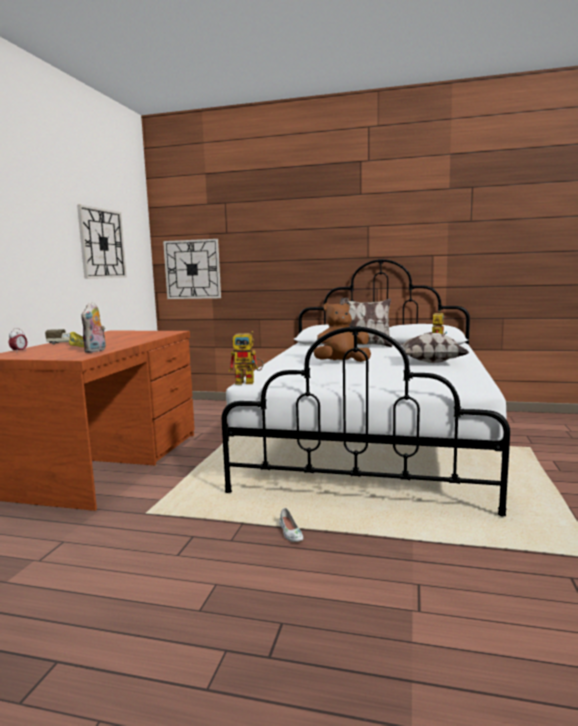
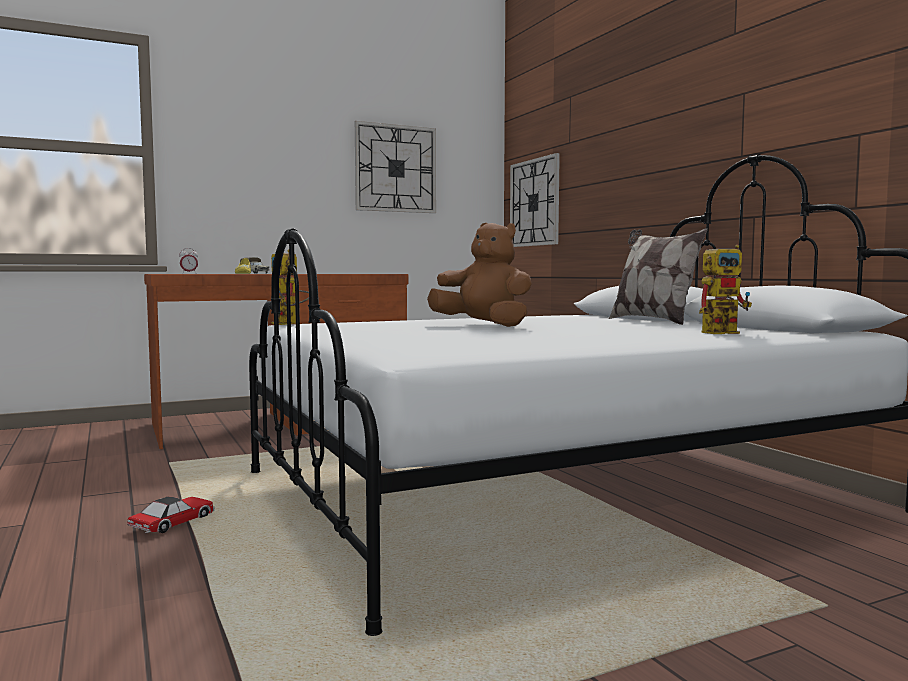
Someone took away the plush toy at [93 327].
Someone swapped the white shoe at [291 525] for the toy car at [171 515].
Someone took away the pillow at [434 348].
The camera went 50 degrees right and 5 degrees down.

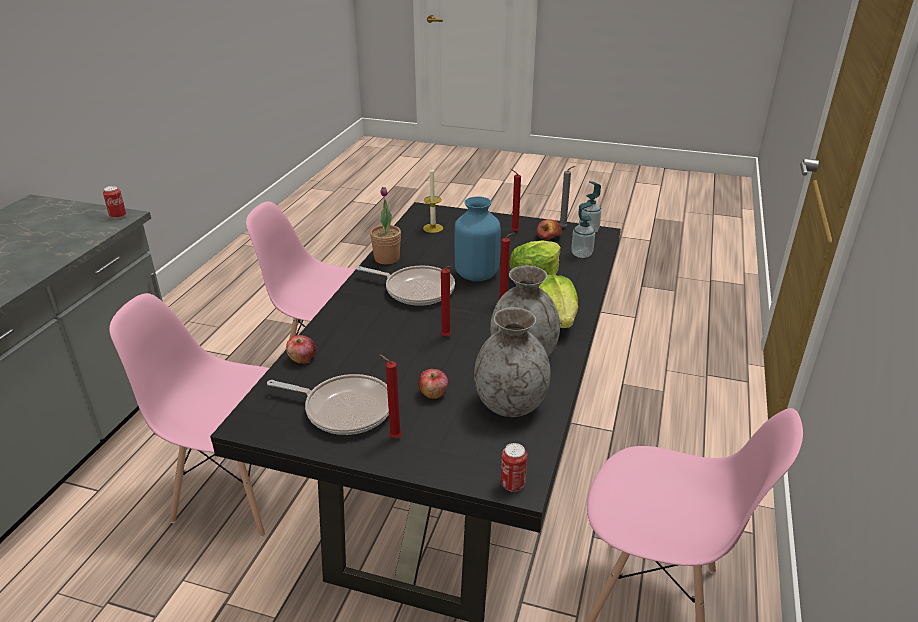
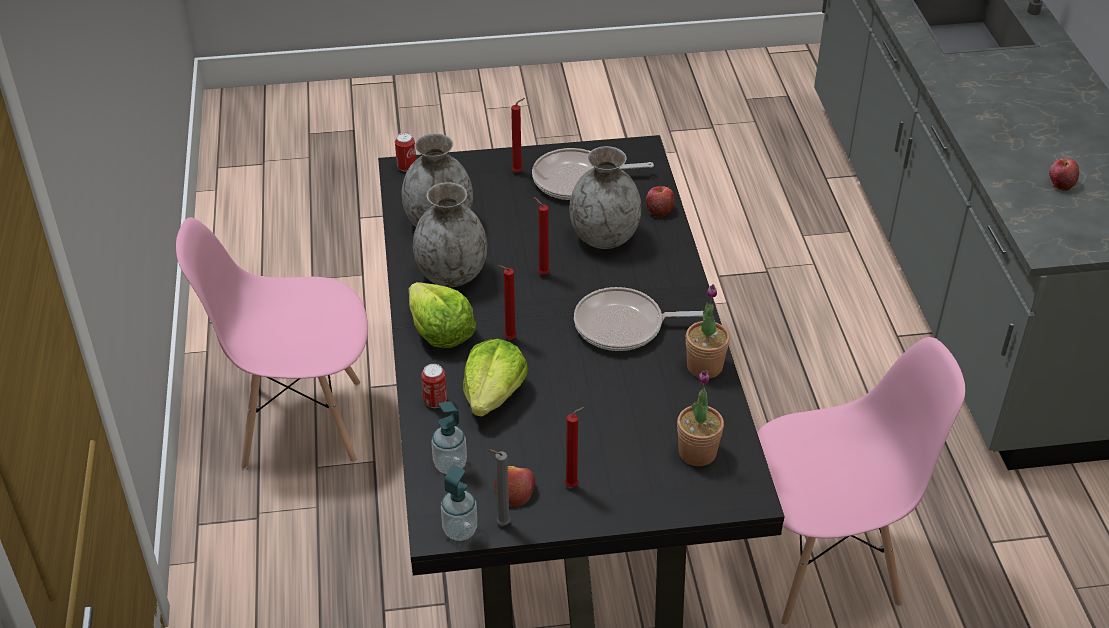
Someone carried the can from [114 202] to [434 386].
Someone took away the pink chair at [189 415].
Someone carried the apple from [433 384] to [1064 175].
Someone swapped the candle at [433 200] for the potted plant at [700 418].
Someone took away the blue vase at [478 239].
Someone put down the grey vase at [605 197].
The camera went 155 degrees right and 10 degrees up.

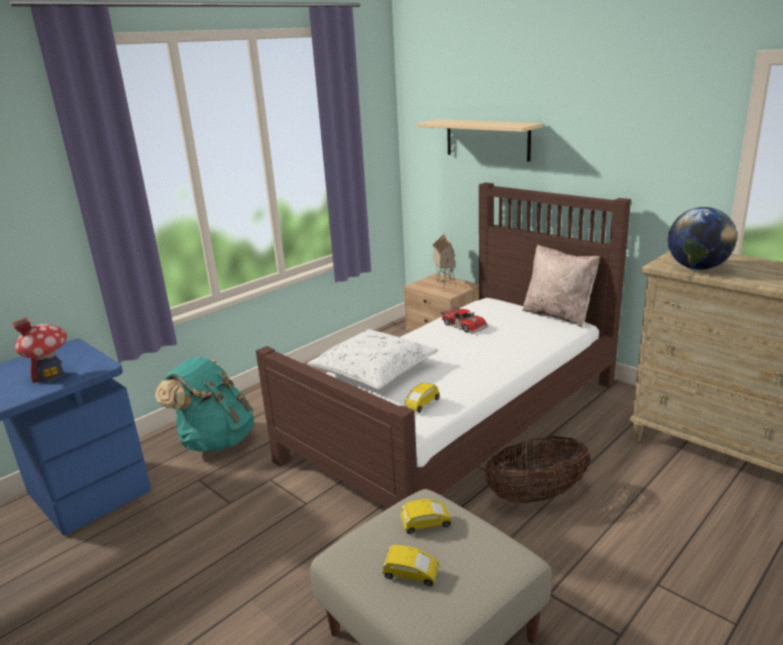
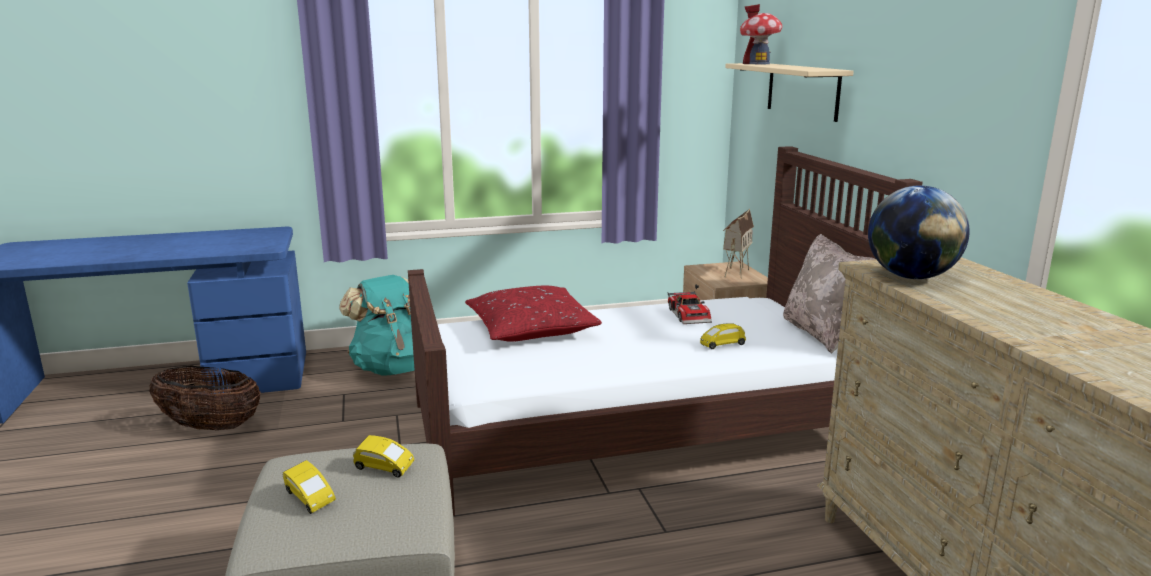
Someone carried the toy house from [39 350] to [761 34].
Someone repainted the white pillow at [372 359], which became the red pillow at [533 314].
Someone carried the yellow toy car from [422 398] to [723 336].
Someone carried the basket from [537 469] to [205 398].
The camera went 30 degrees right and 5 degrees down.

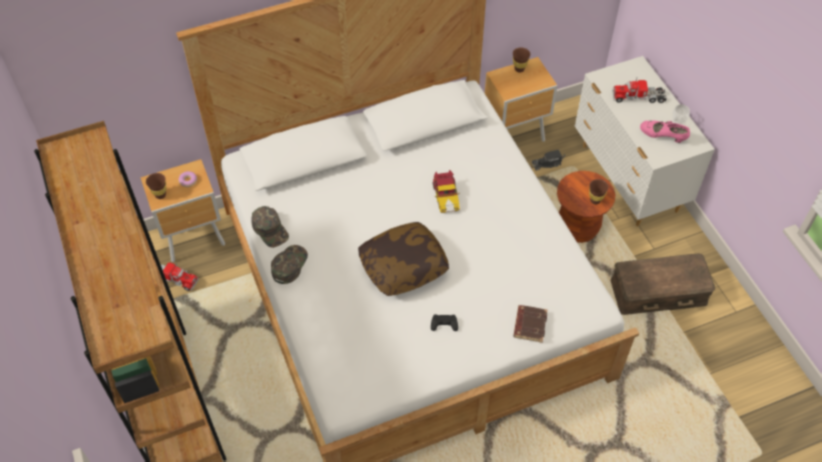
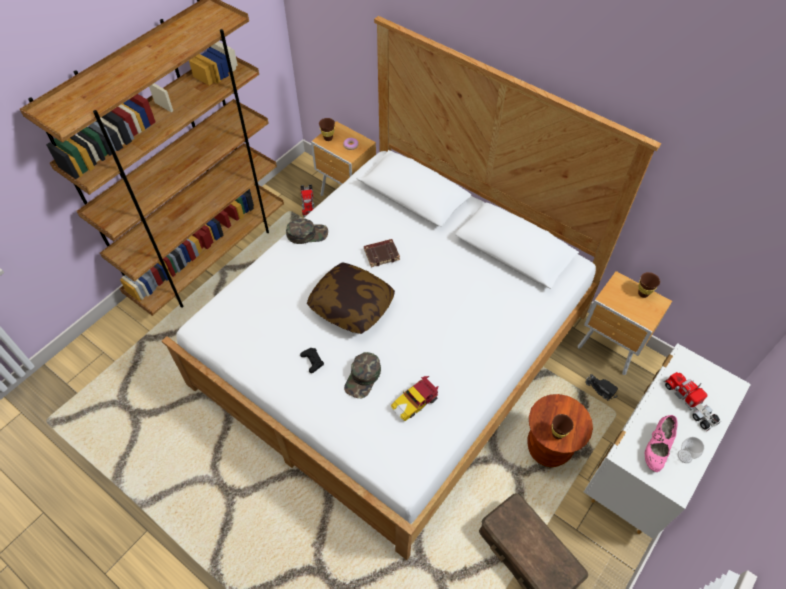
Someone carried the green cap from [270 227] to [362 375].
Someone carried the toy car from [446 191] to [415 398].
Someone carried the brown book from [530 324] to [382 253].
Someone rotated the pink shoe at [665 131] by 150 degrees counterclockwise.
The camera went 60 degrees right and 0 degrees up.

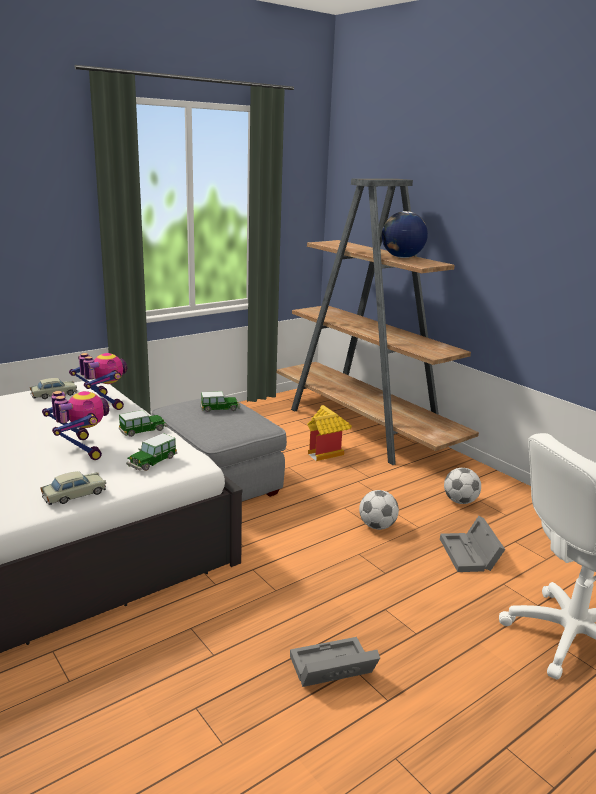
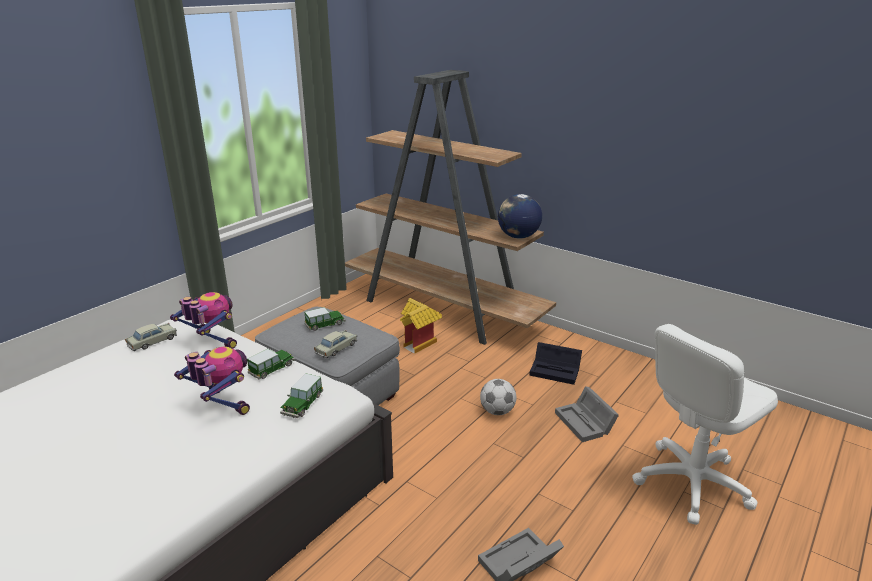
Someone carried the beige toy car from [73 488] to [335 344].
Someone carried the globe from [405 234] to [520 216].
Someone swapped the football at [462 486] for the black storage box at [555 363].
The camera went 15 degrees left and 5 degrees up.

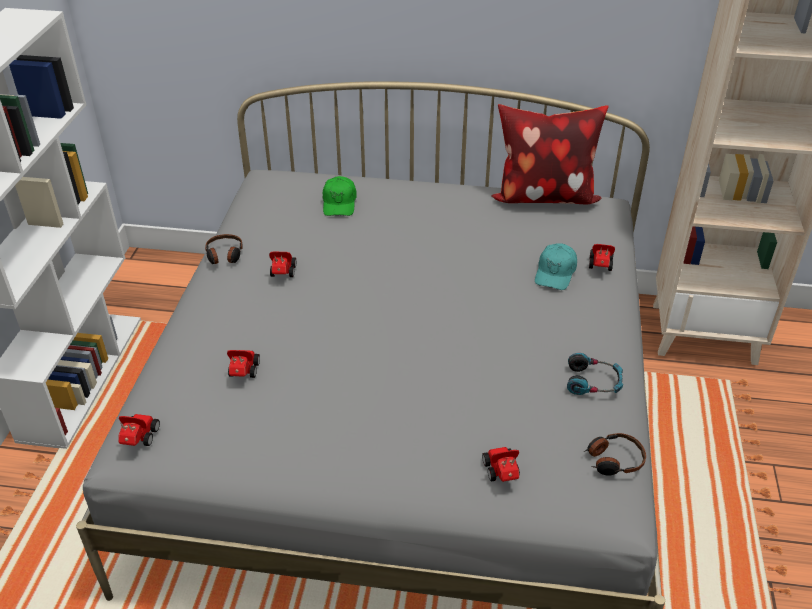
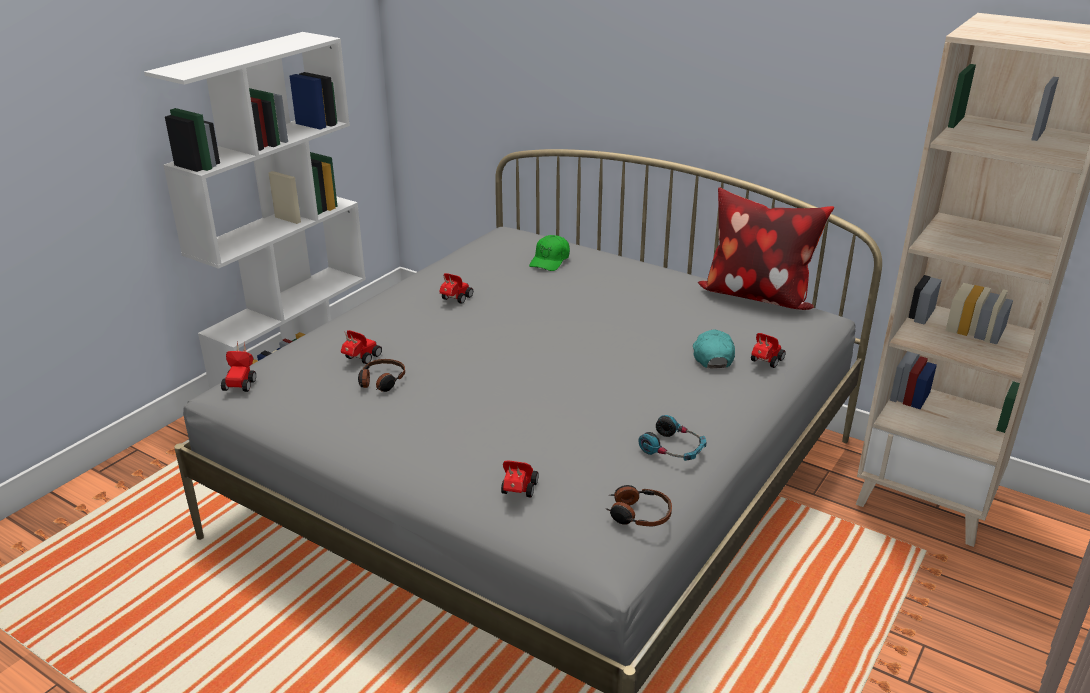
Someone rotated the toy car at [139 430] by 150 degrees clockwise.
Someone carried the headphones from [224 249] to [381 375].
Someone rotated the turquoise cap at [556 266] by 135 degrees clockwise.
The camera went 25 degrees right and 10 degrees down.

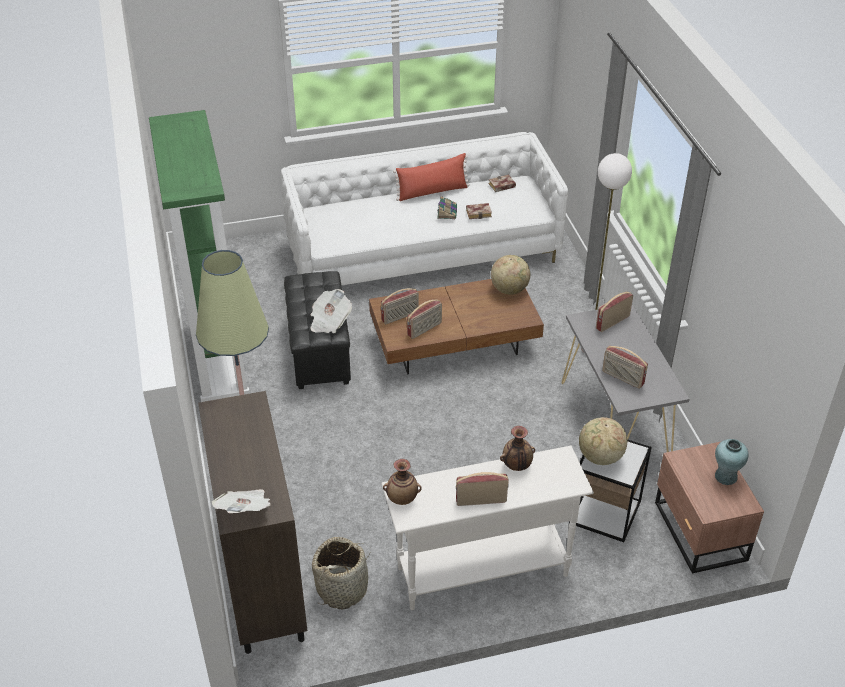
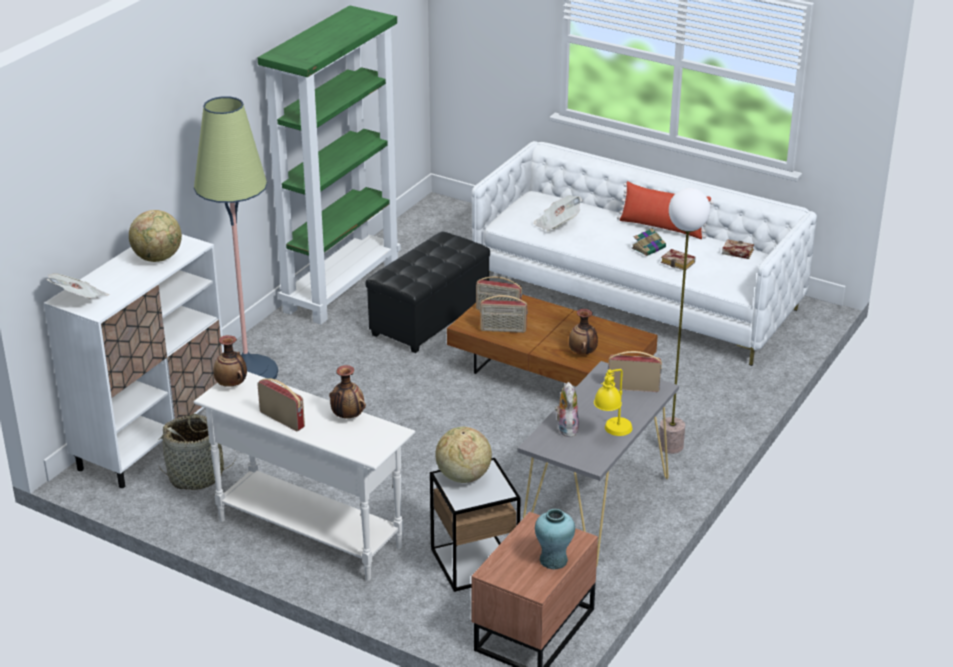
Someone repainted the brown cabinet at [252 522], which became the white cabinet at [134 361].
Someone carried the newspaper from [331 311] to [558 213].
Someone carried the globe from [510 275] to [155 236].
Someone swapped the radio at [625 367] for the plush toy at [567 409].
Someone put down the vase at [583 331].
Someone put down the yellow table lamp at [613 402].
The camera went 45 degrees right and 10 degrees down.

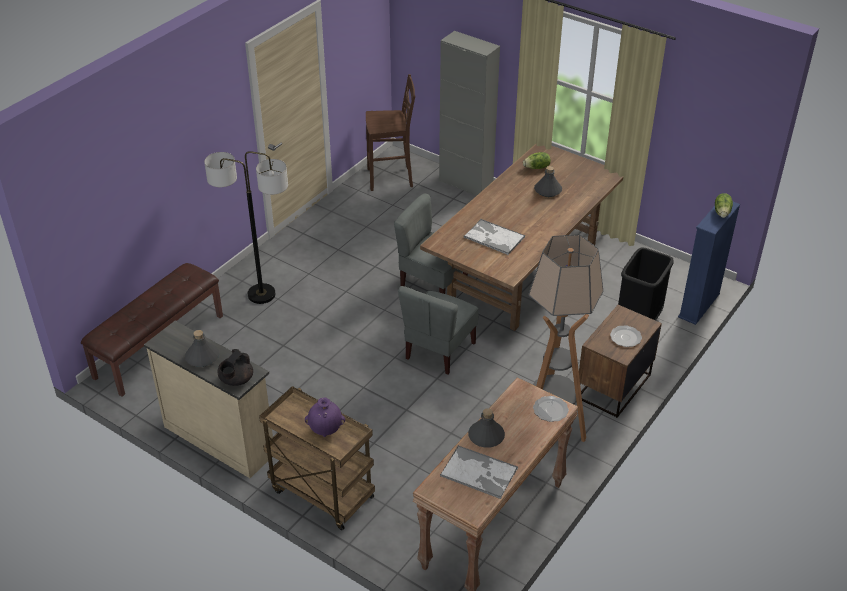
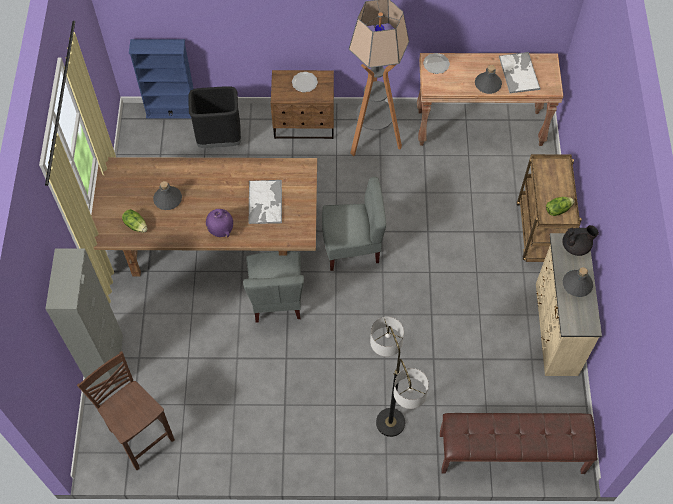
Someone carried the purple vase from [325 417] to [219 223].
Someone carried the lettuce from [724 205] to [560 206].
The camera went 125 degrees left and 20 degrees up.

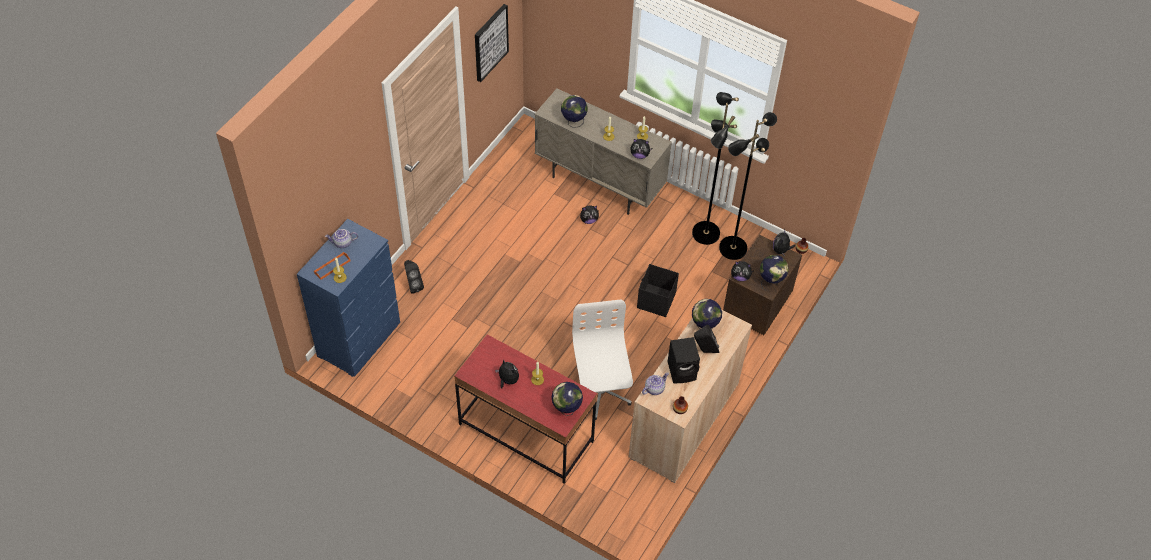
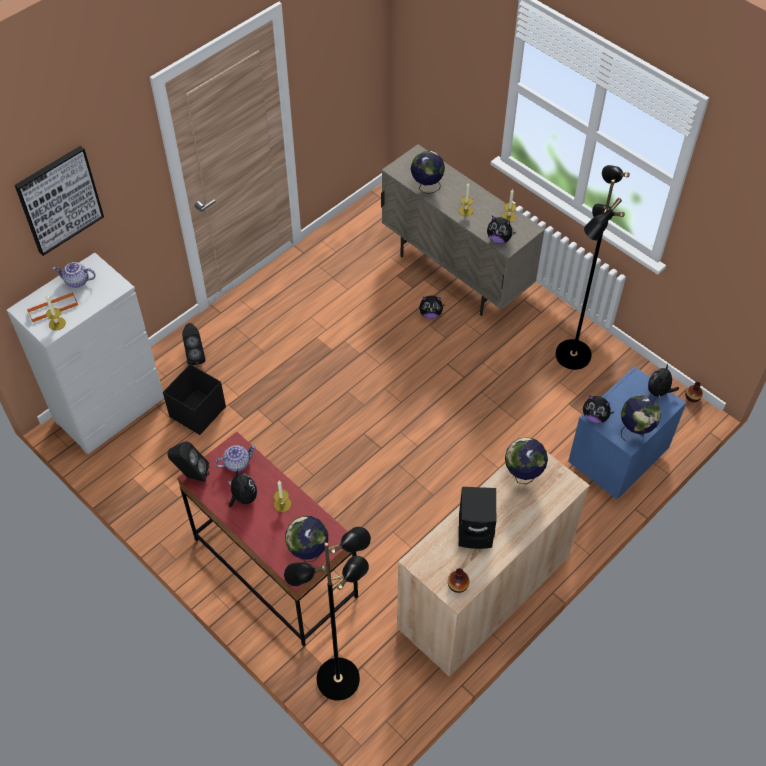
Someone repainted the blue dresser at [348 298], which became the white dresser at [85 353].
Someone carried the picture from [492 43] to [59 201].
Someone took away the white office chair at [602 360].
Someone carried the black storage box from [658 290] to [194 399].
Someone carried the teapot from [655 383] to [235 458].
Someone carried the black speaker from [706 339] to [188 461].
Someone carried the black floor lamp from [748 186] to [327 614].
Someone repainted the brown nightstand at [762 285], which became the blue nightstand at [627 432].
The camera went 15 degrees right and 0 degrees up.

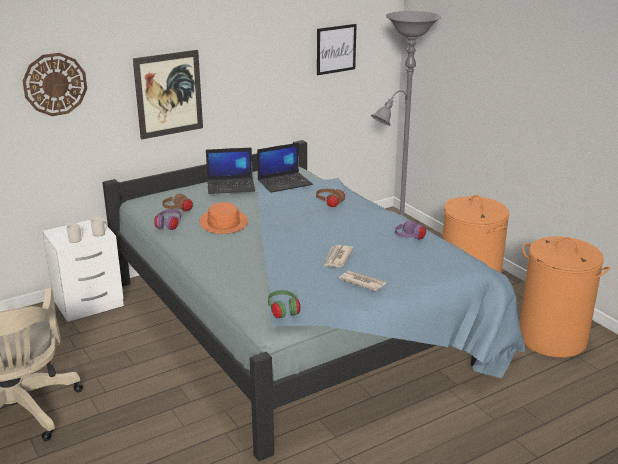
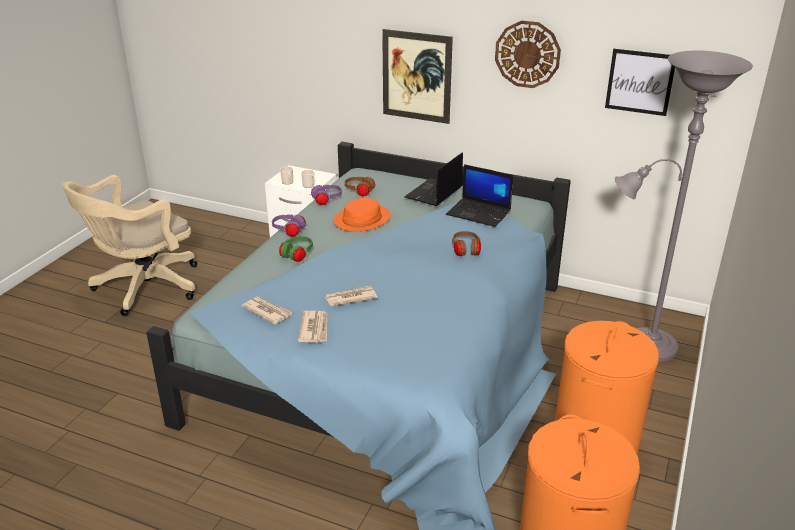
Someone carried the wall clock from [55 84] to [528 54].
Someone rotated the laptop at [230 170] by 75 degrees clockwise.
Someone carried the green headphones from [284 304] to [296 249].
Someone carried the purple headphones from [410 230] to [289 226].
Someone put down the newspaper at [267 310].
The camera went 55 degrees right and 5 degrees up.

